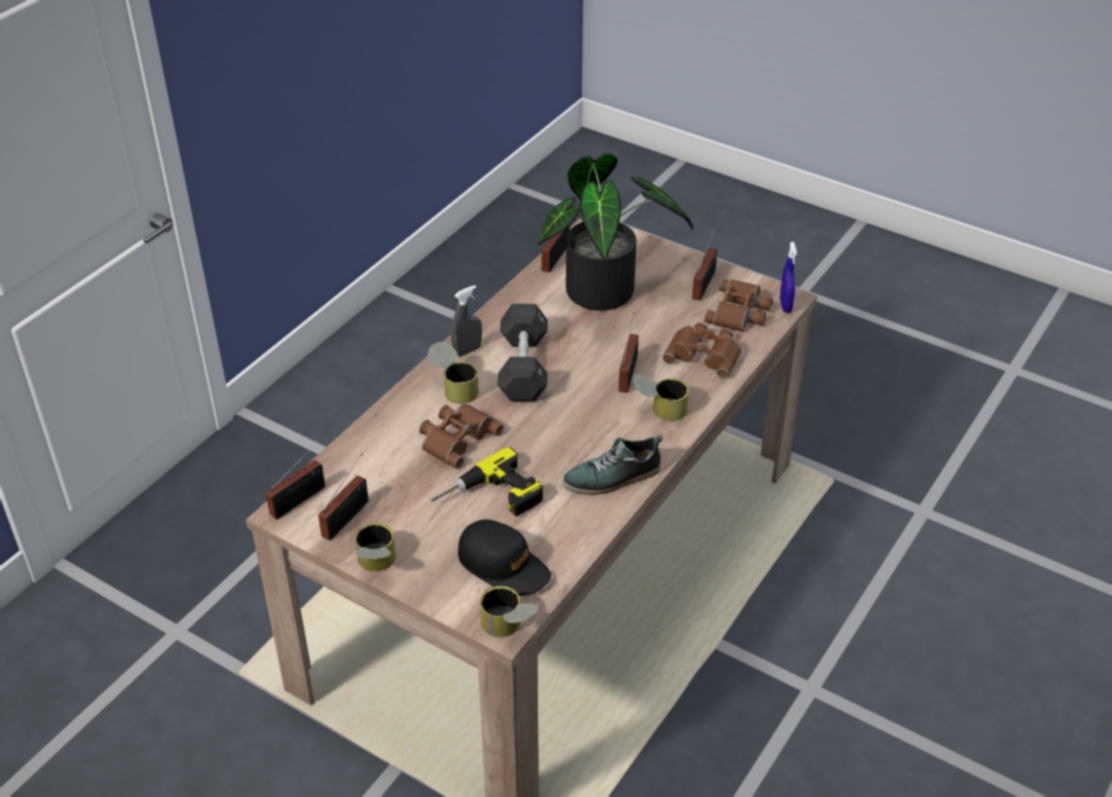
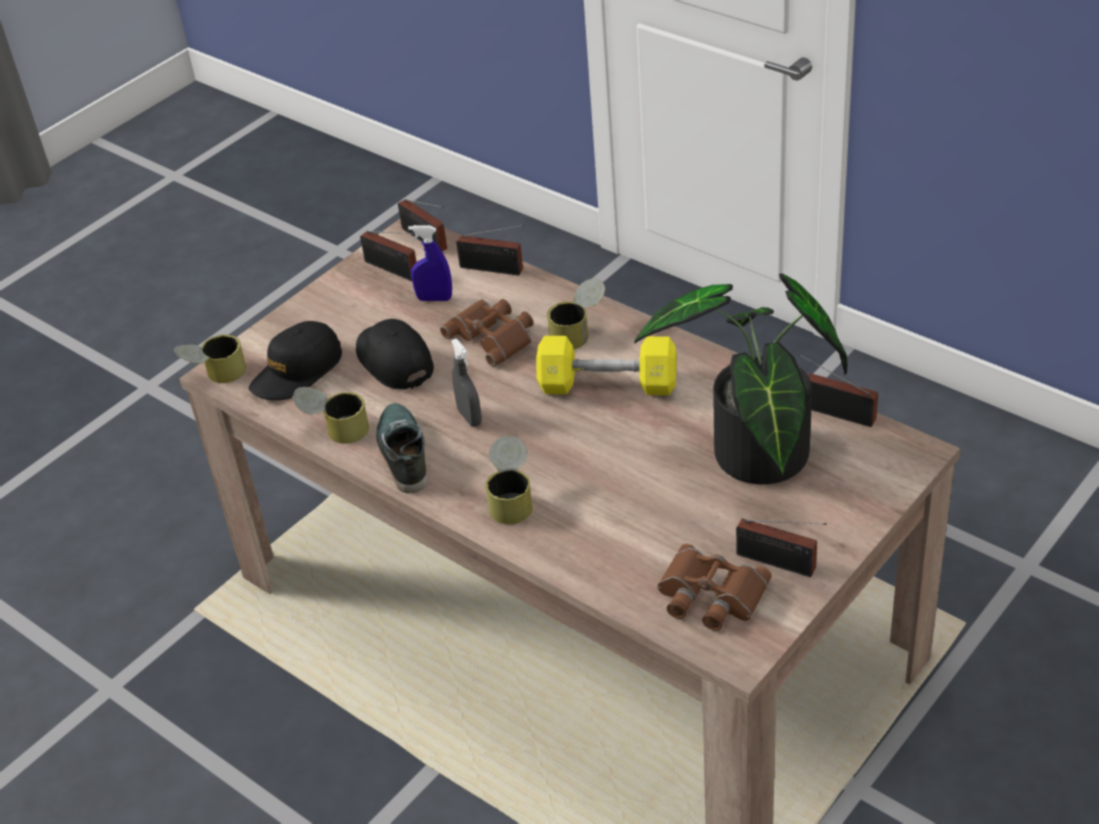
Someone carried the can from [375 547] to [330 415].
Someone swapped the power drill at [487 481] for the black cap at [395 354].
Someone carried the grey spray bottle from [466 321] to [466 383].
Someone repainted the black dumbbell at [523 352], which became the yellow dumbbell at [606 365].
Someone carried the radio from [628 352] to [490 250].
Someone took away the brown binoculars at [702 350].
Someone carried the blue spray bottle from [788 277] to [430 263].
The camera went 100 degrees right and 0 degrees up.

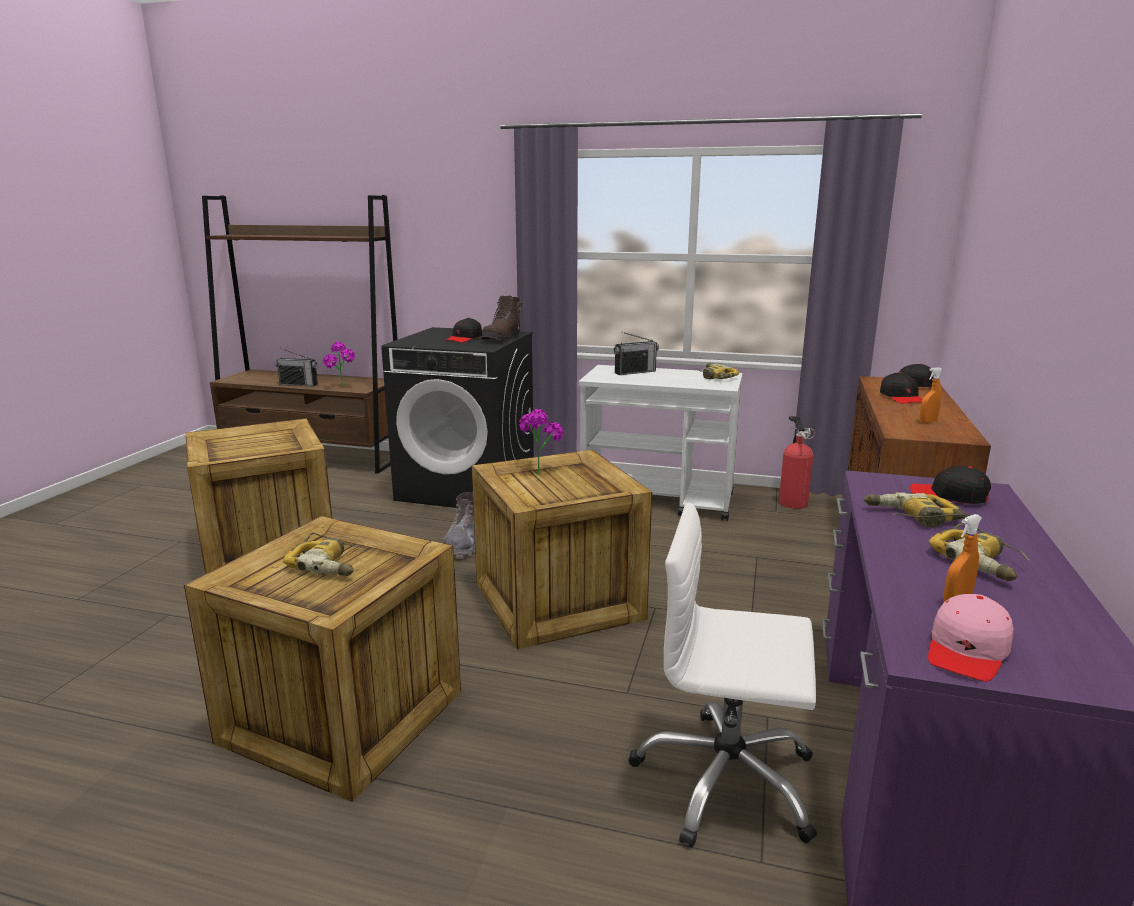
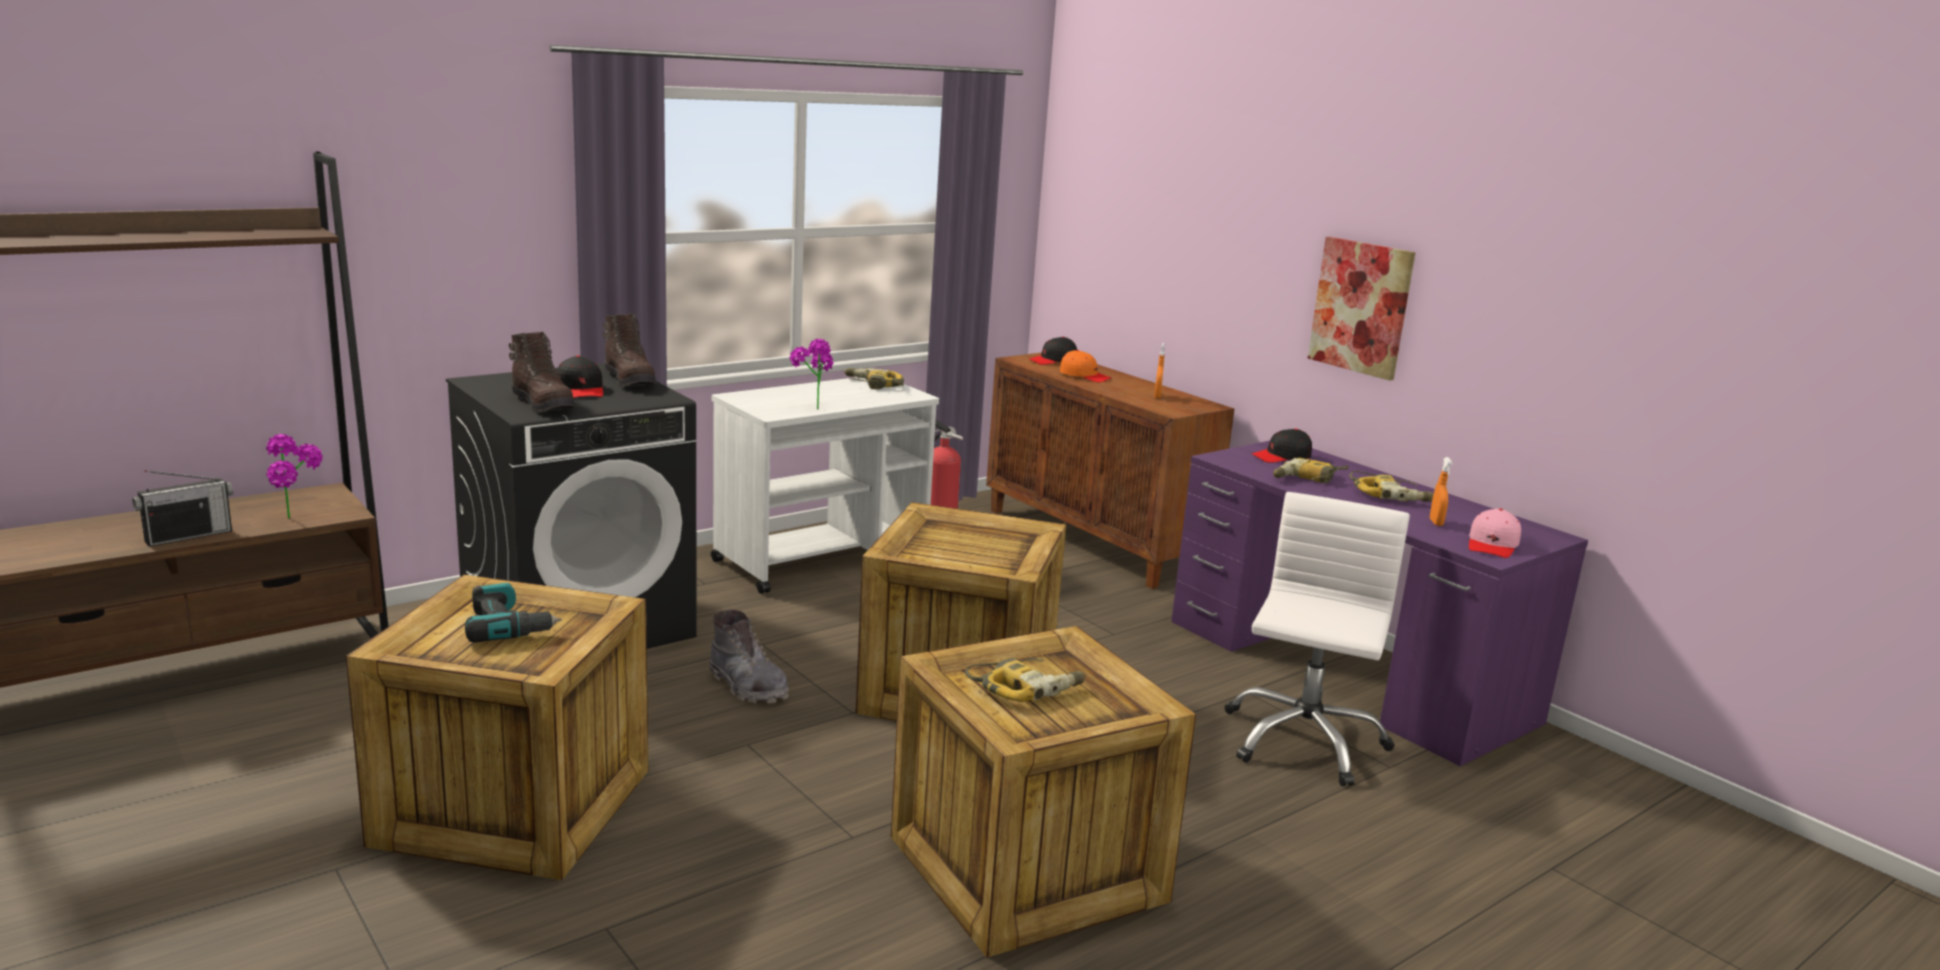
Someone carried the potted plant from [541 442] to [812 374].
Someone took away the radio at [636 353].
Someone rotated the white office chair at [723 675] by 150 degrees clockwise.
Someone repainted the black cap at [901 388], which became the orange cap at [1086 366].
Someone rotated the pink cap at [970 638] by 45 degrees clockwise.
Someone put down the power drill at [513 613].
Someone put down the brown boot at [542 372].
Someone put up the picture at [1361 309].
The camera went 55 degrees left and 0 degrees up.

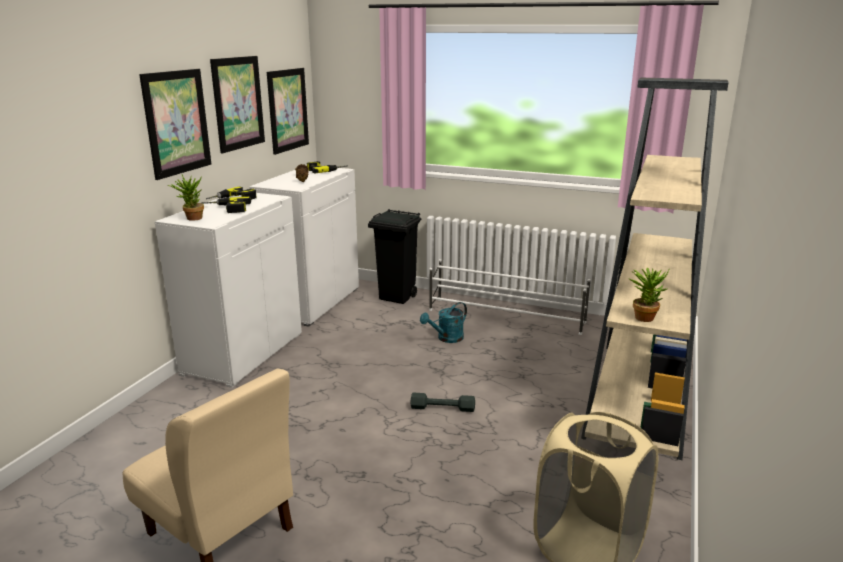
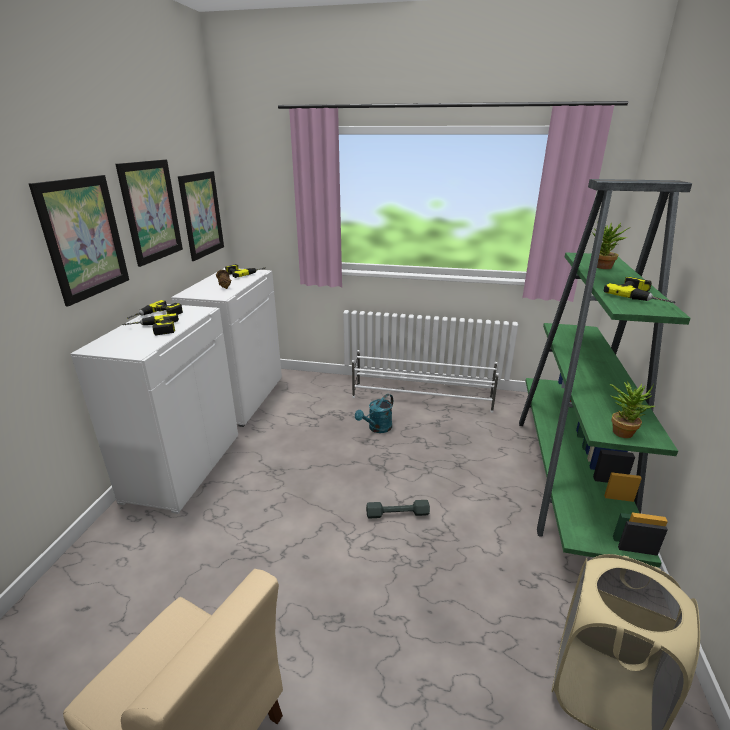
Someone carried the potted plant from [186 198] to [611 245].
Someone took away the black trash can at [394 256].
Someone repainted the beige bookcase at [657 269], which became the green bookcase at [605 373].
Someone put down the power drill at [639 290].
The camera went 10 degrees left and 5 degrees up.

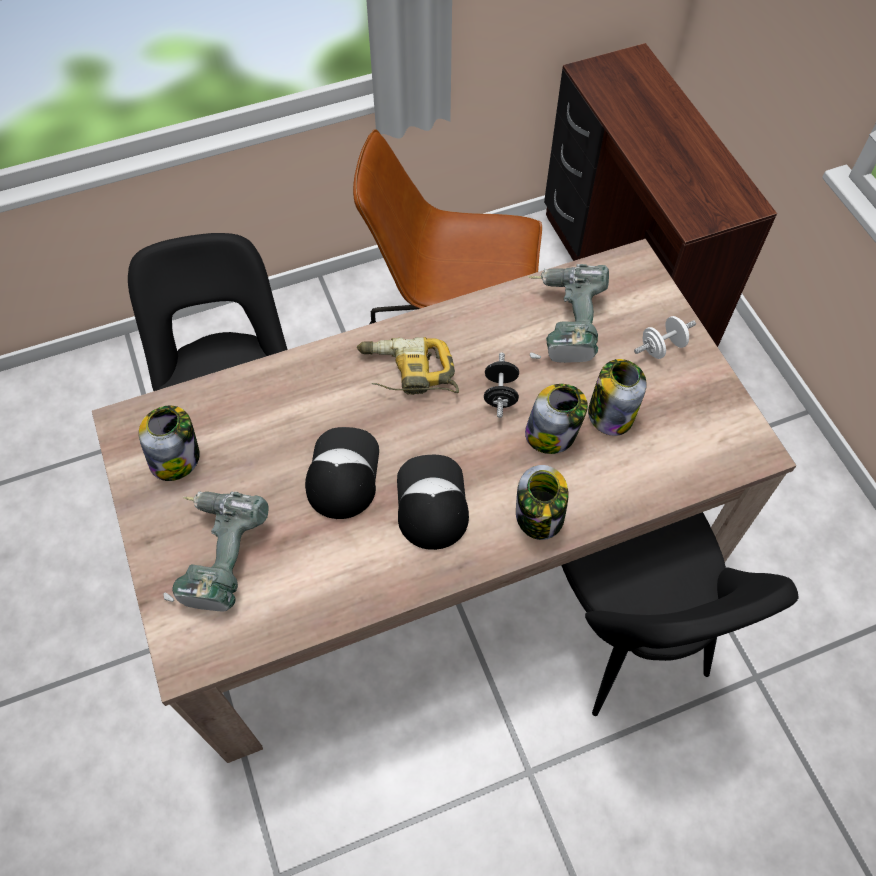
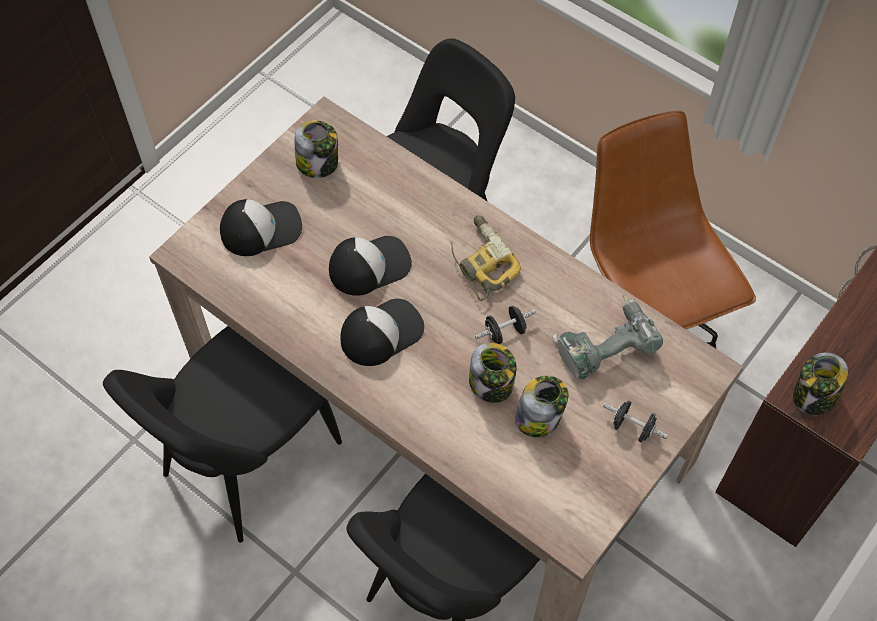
Someone swapped the power drill at [216 551] for the cap at [261 227].
Someone carried the jar from [542 502] to [820 384].
Someone repainted the white dumbbell at [665 337], which became the black dumbbell at [635 421].
Someone put down the black chair at [222 434].
The camera went 60 degrees right and 0 degrees up.

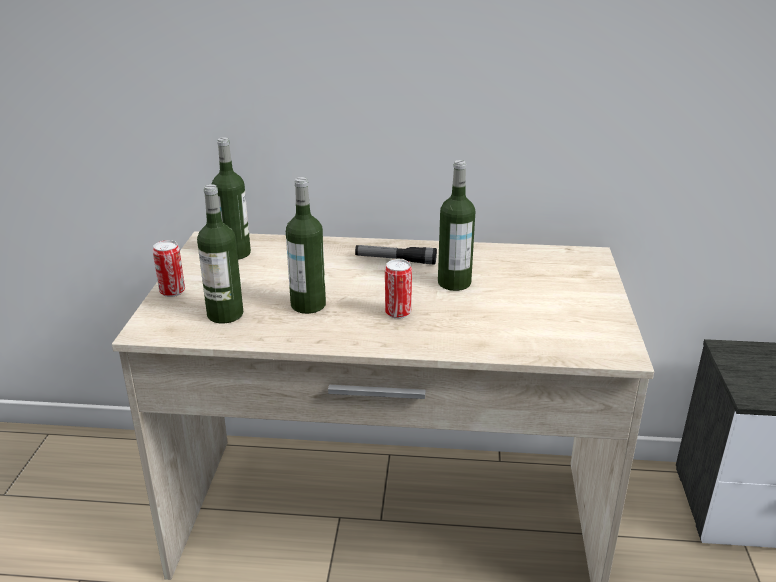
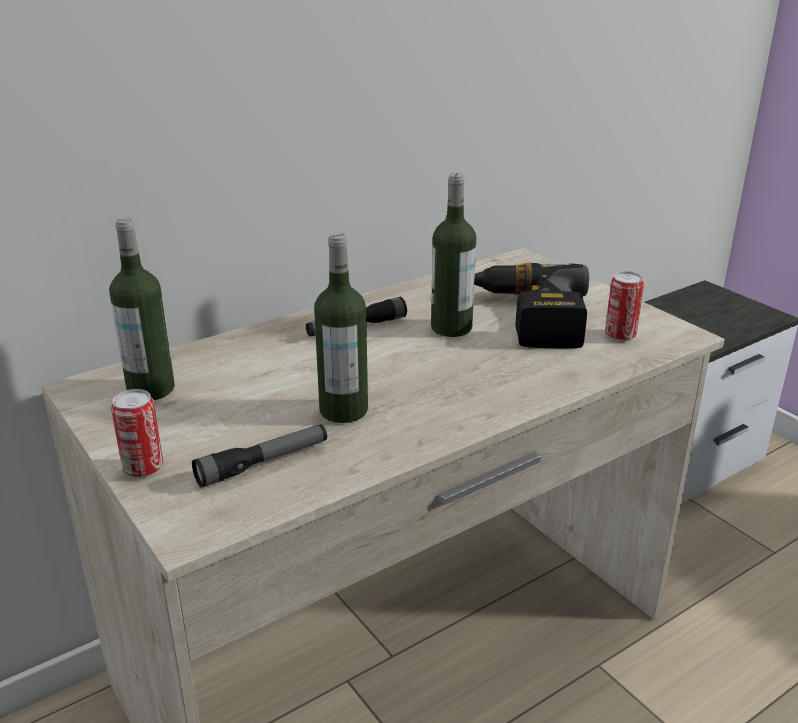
Someone swapped the bottle at [220 254] for the flashlight at [259 456].
Someone carried the can from [398 289] to [624 306].
Someone put down the power drill at [531 305].
The camera went 40 degrees left and 0 degrees up.

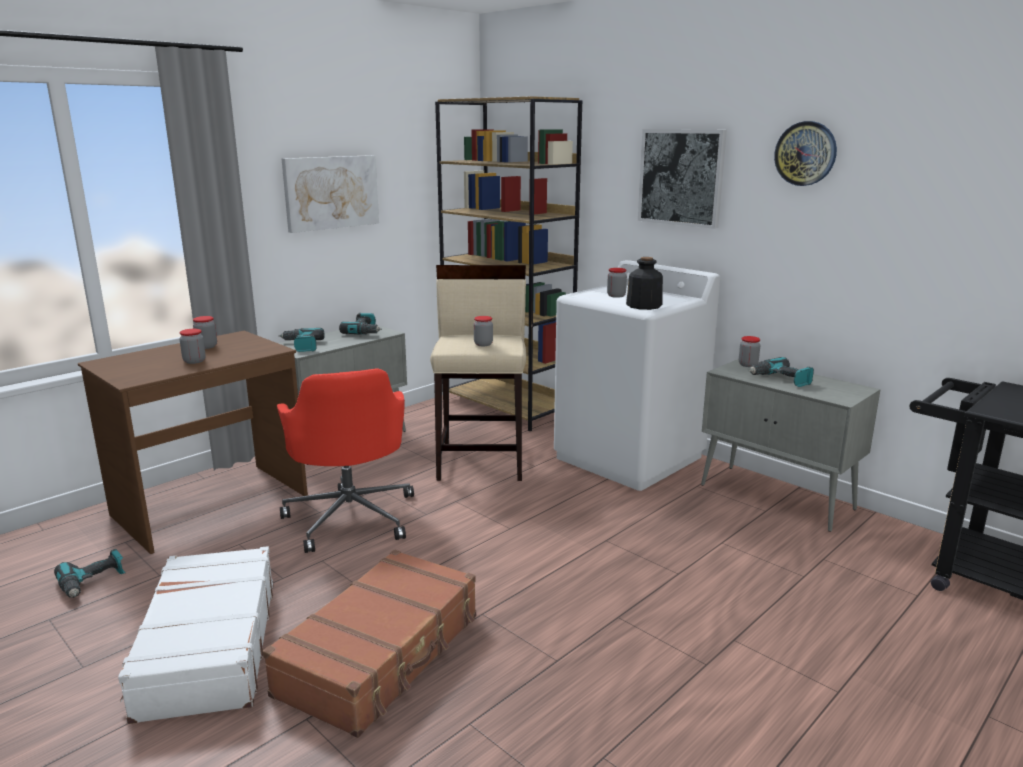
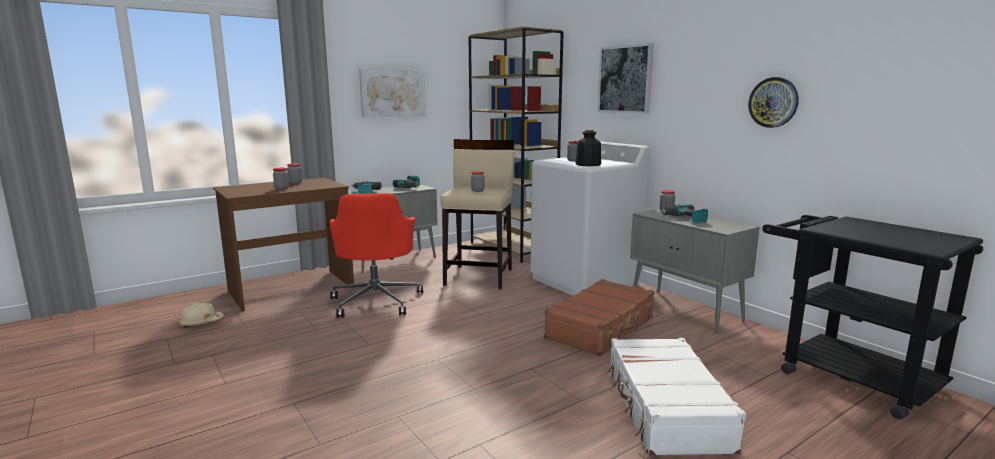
Someone swapped the power drill at [89 573] for the beige hard hat at [201 314].
Someone carried the white suitcase from [196 635] to [676 397].
Someone carried the brown suitcase from [369 644] to [599 317].
Someone carried the wall clock from [805 153] to [773 102].
The camera went 10 degrees right and 5 degrees down.

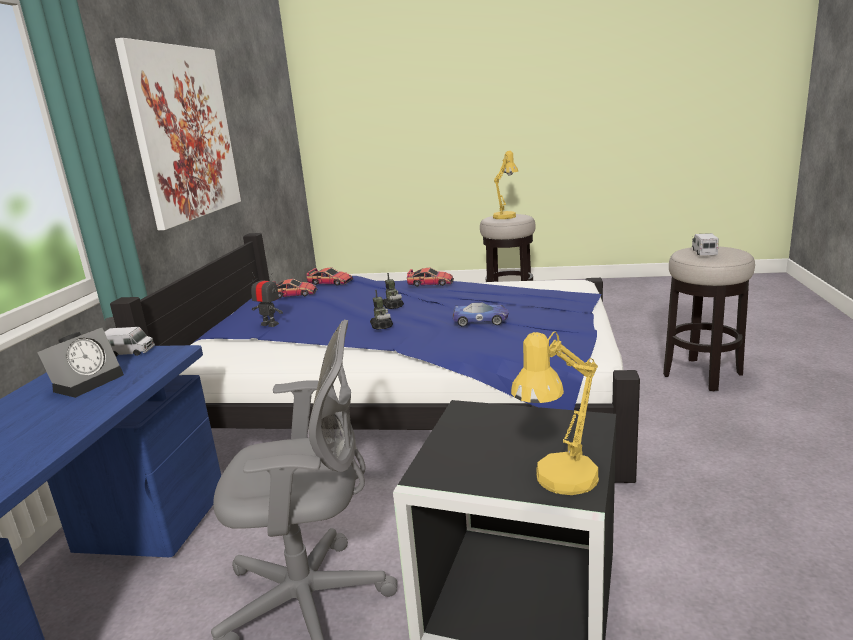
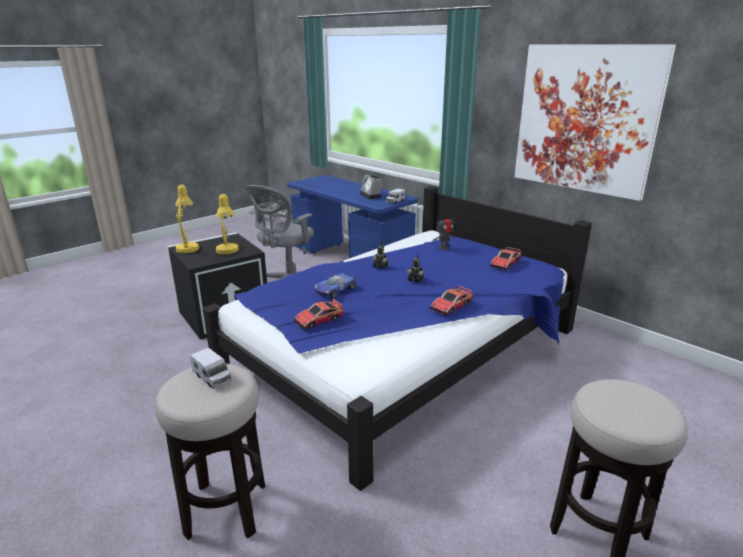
Someone carried the toy car from [329 276] to [319 314].
Someone carried the yellow table lamp from [505 184] to [227 224].
The camera went 125 degrees right and 5 degrees up.

